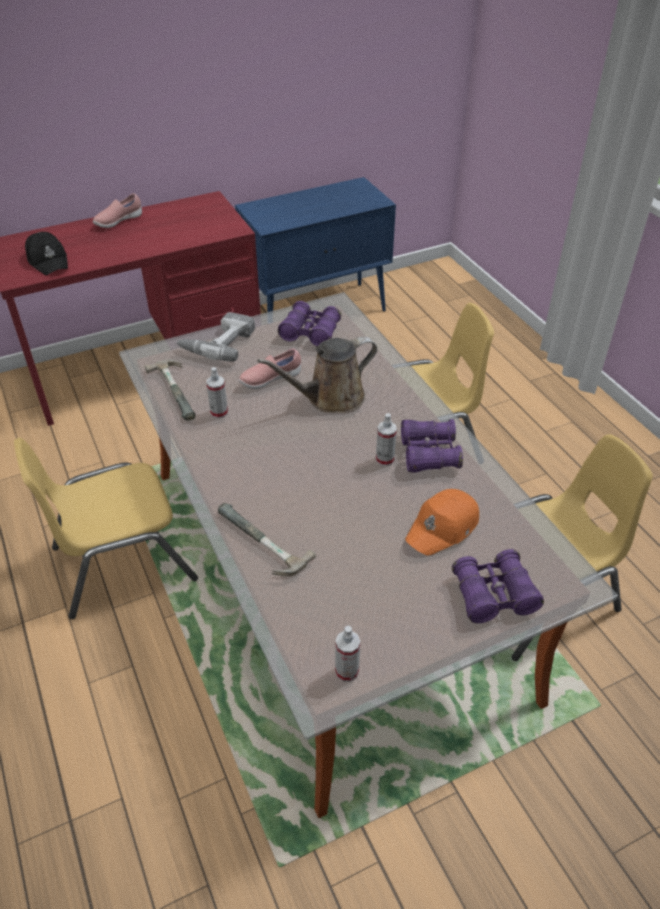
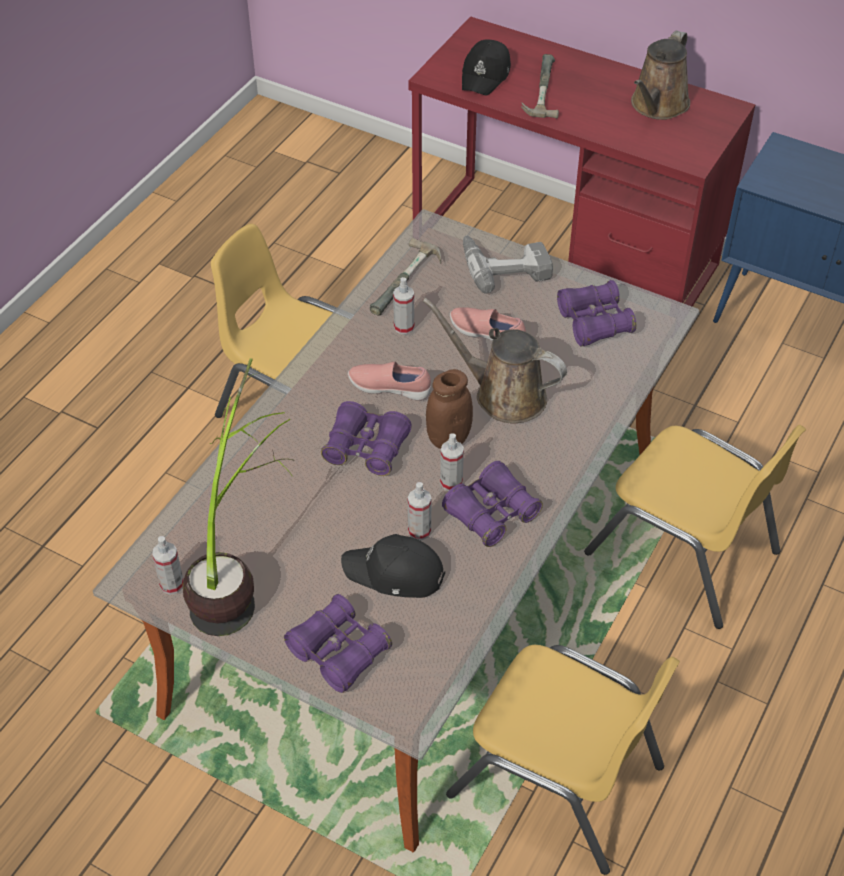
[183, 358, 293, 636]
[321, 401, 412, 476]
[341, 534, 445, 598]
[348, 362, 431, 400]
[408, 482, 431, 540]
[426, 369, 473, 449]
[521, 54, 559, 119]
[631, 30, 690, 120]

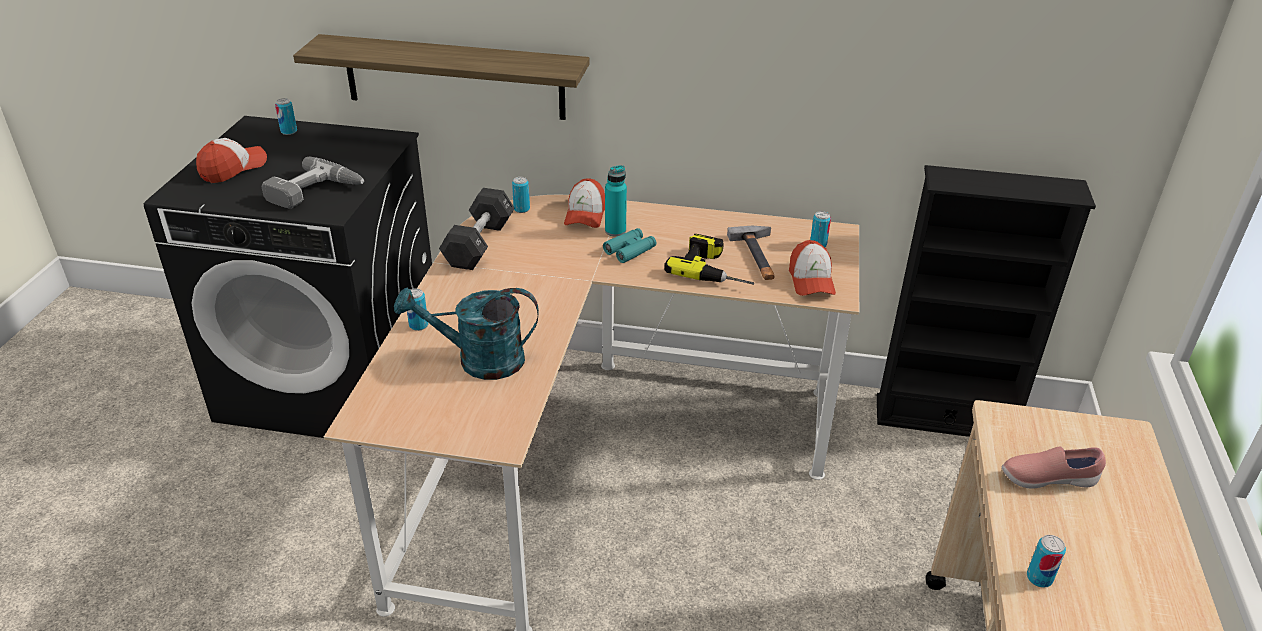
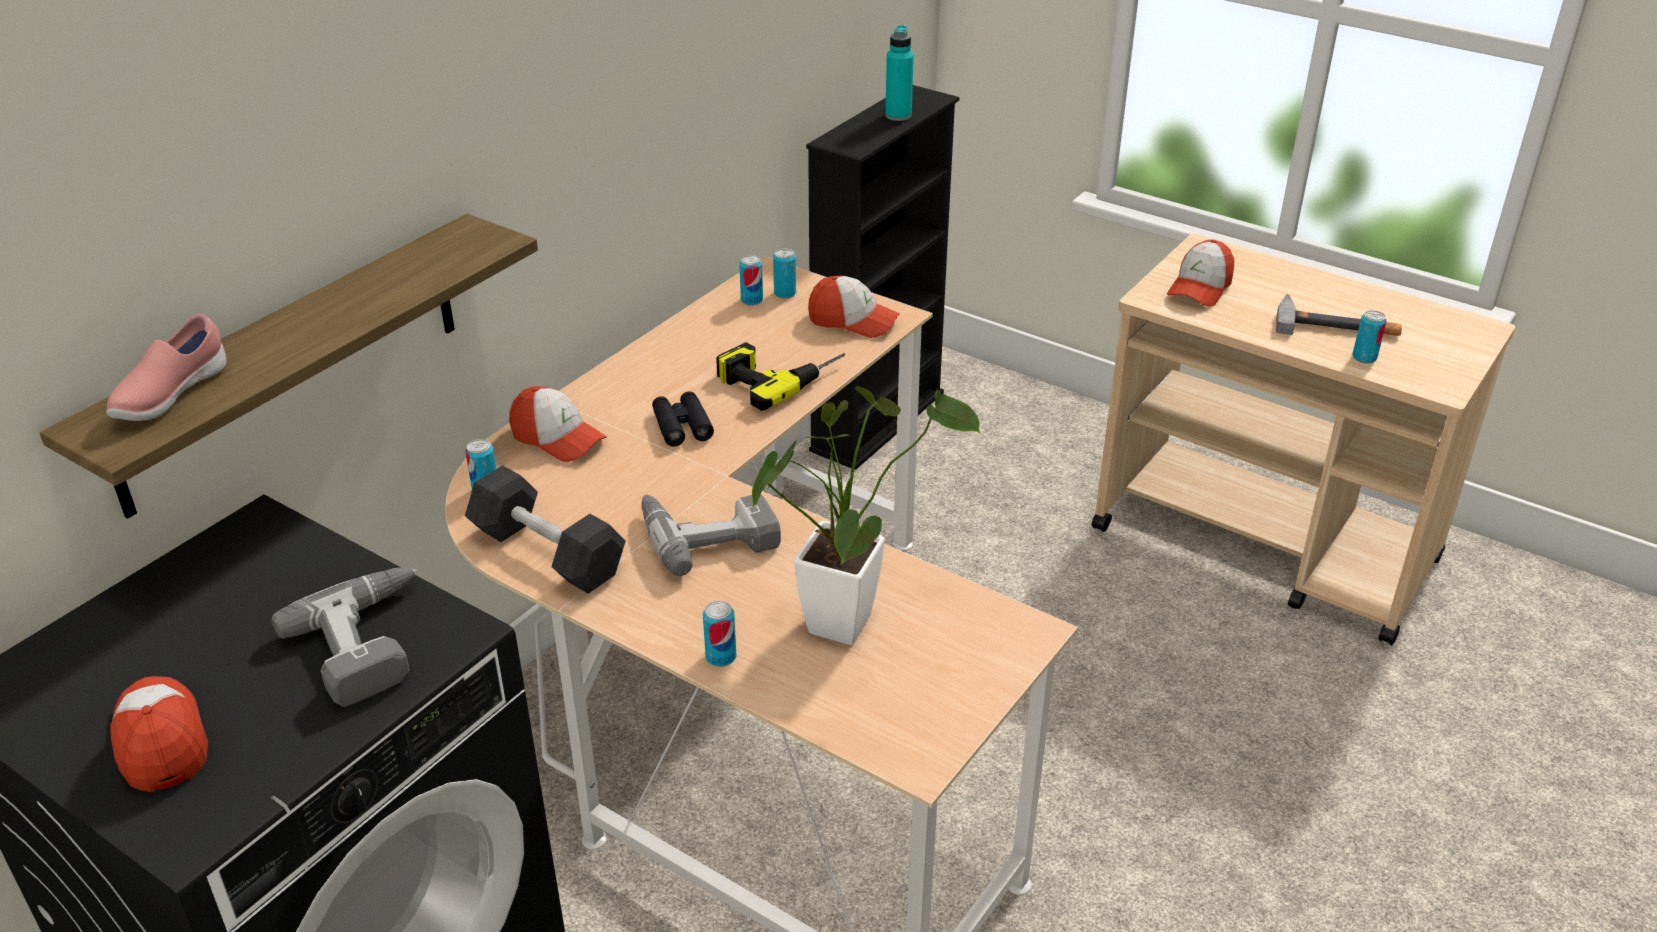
[106, 314, 227, 421]
[641, 495, 781, 576]
[652, 392, 714, 447]
[739, 255, 763, 306]
[751, 386, 981, 645]
[885, 25, 914, 121]
[1167, 240, 1234, 307]
[1276, 294, 1402, 336]

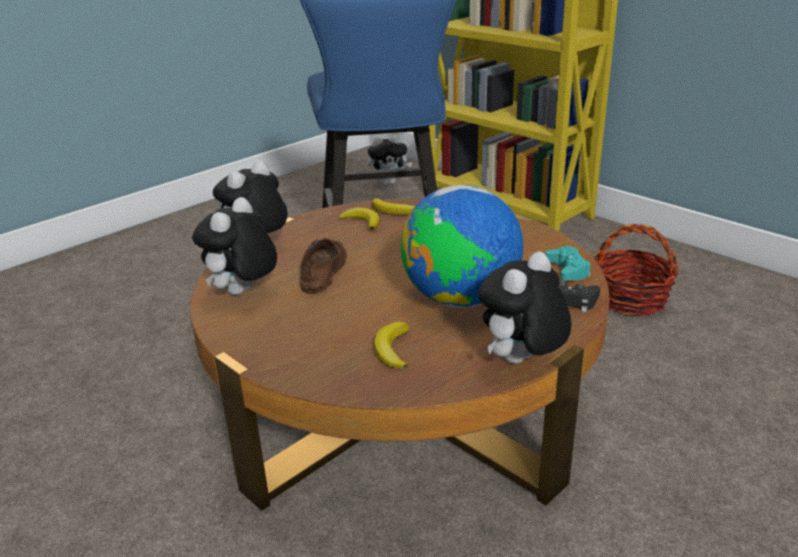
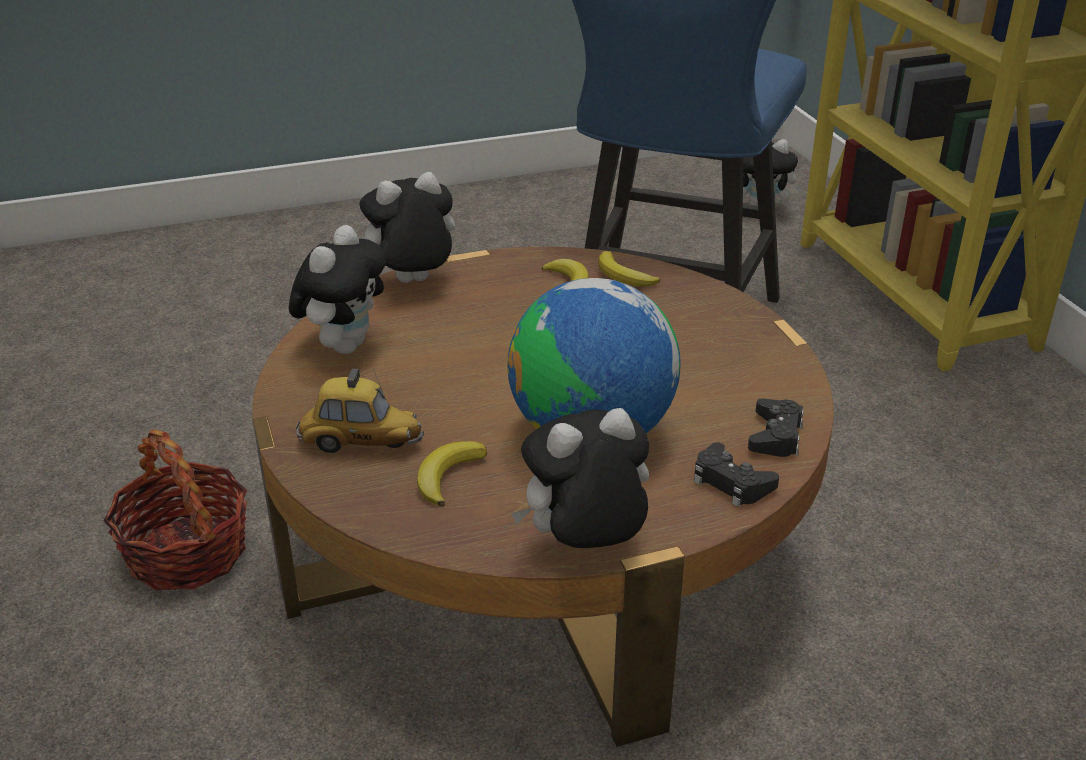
[104, 430, 248, 591]
[288, 225, 387, 354]
[296, 368, 424, 453]
[748, 398, 804, 457]
[300, 238, 347, 294] (first image)

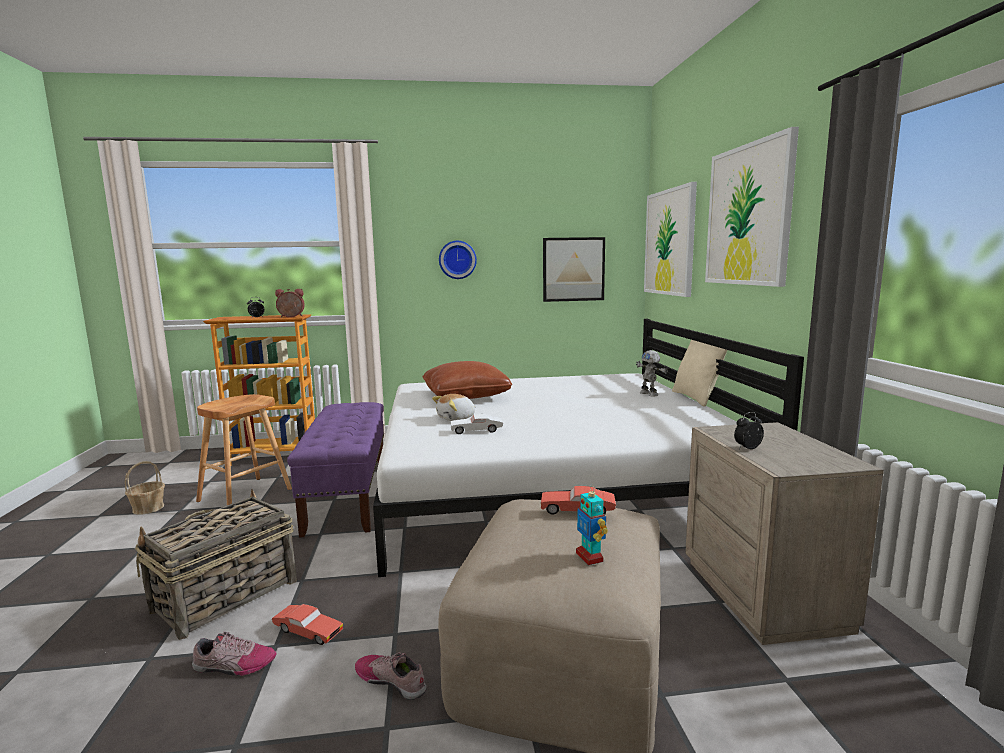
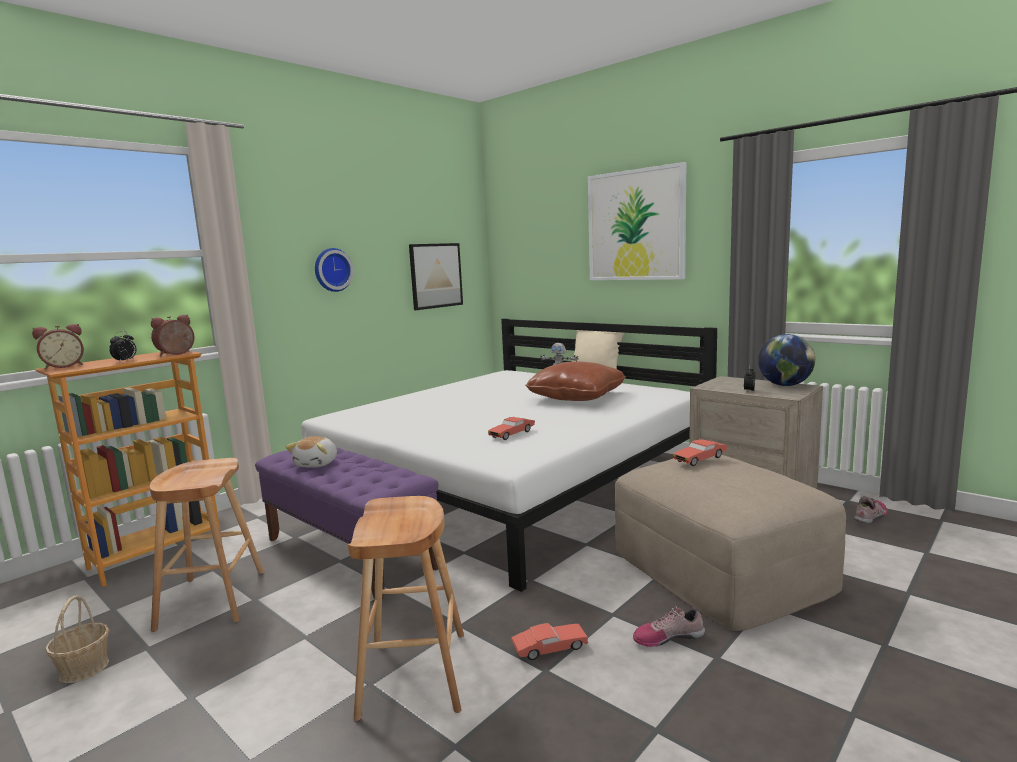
[32, 324, 84, 369]
[286, 436, 337, 468]
[348, 496, 464, 721]
[488, 417, 535, 440]
[525, 361, 626, 401]
[758, 334, 815, 386]
[854, 496, 888, 524]
[576, 484, 608, 565] (first image)
[644, 182, 697, 297] (first image)

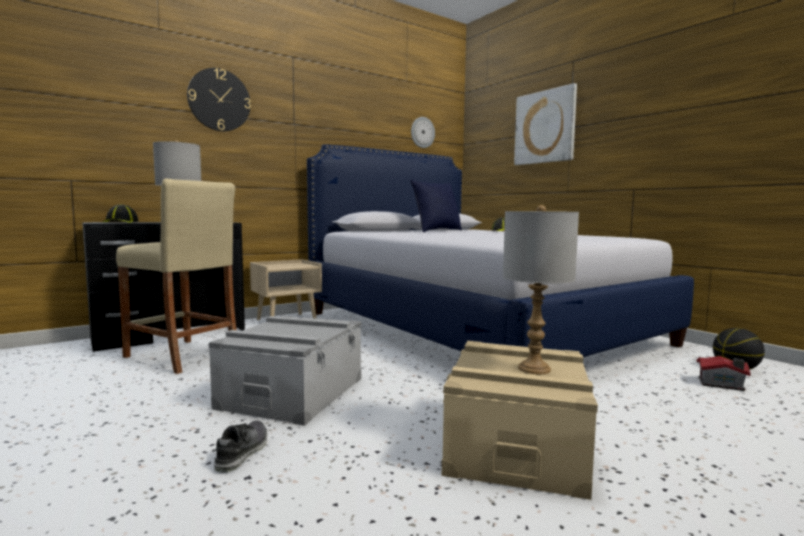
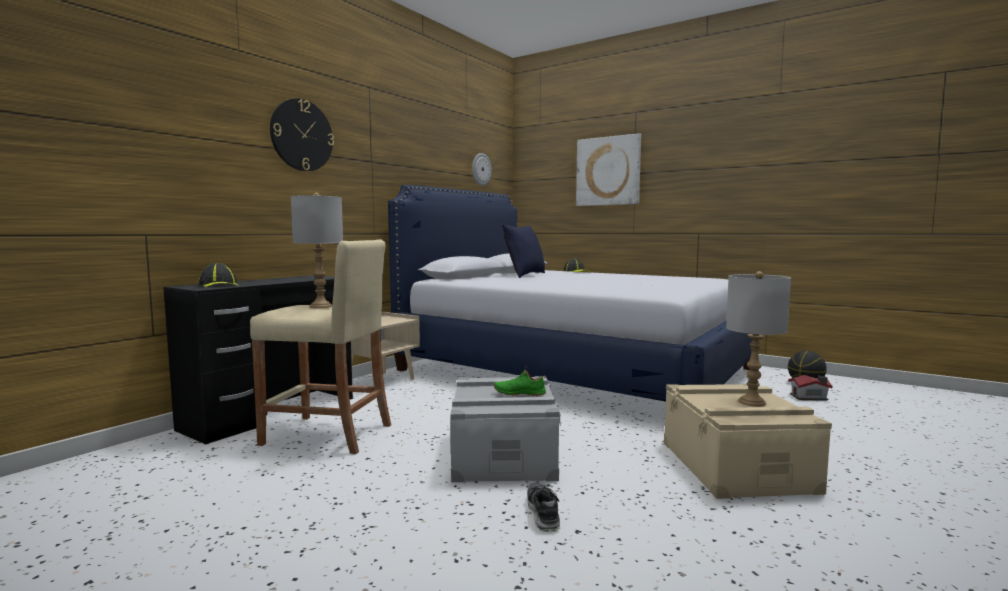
[494, 366, 546, 396]

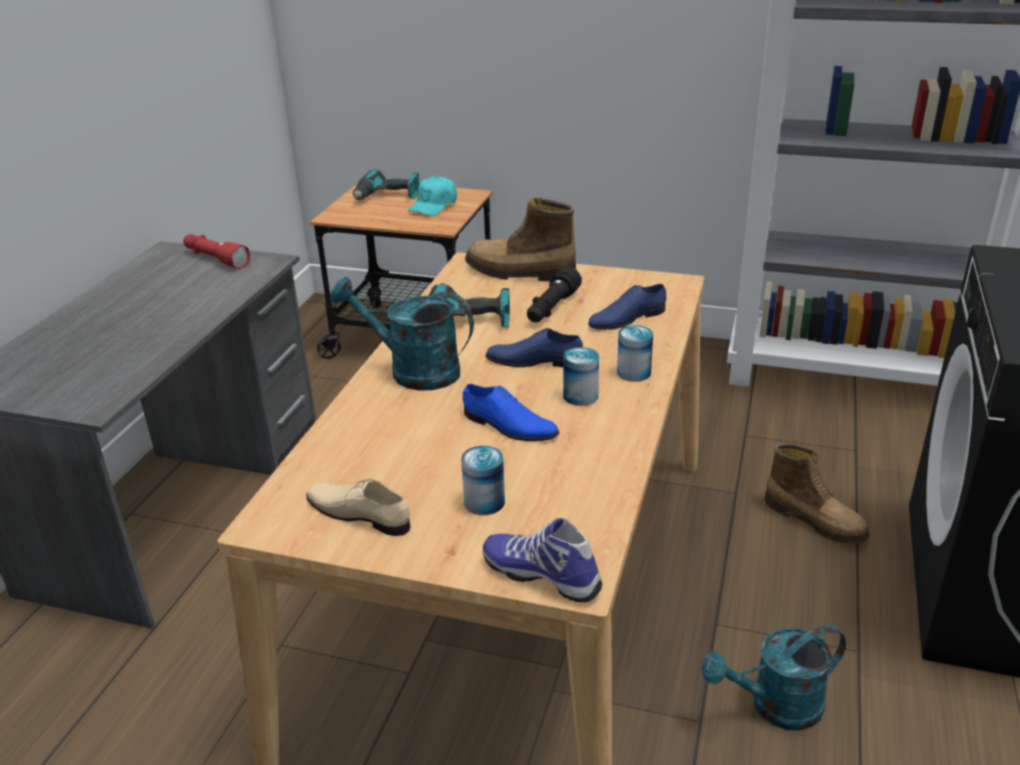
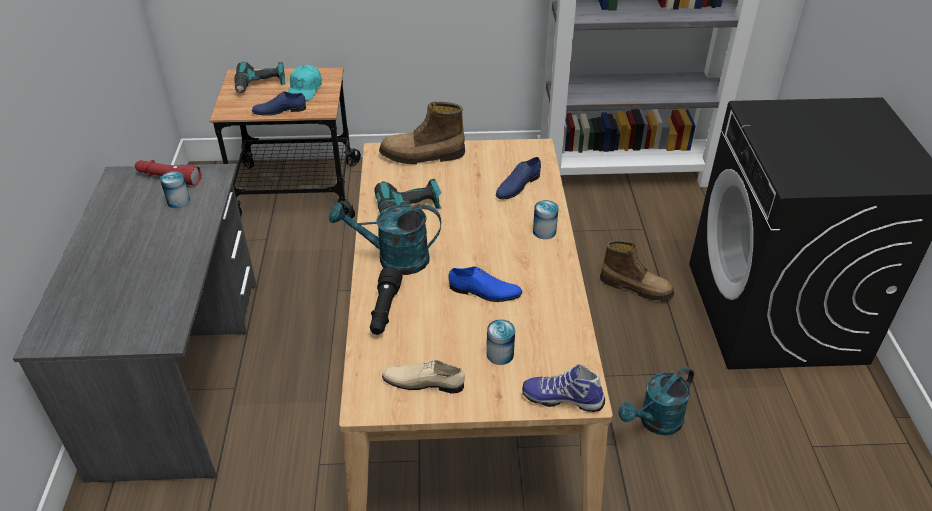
[160, 171, 190, 208]
[252, 91, 306, 116]
[370, 267, 402, 335]

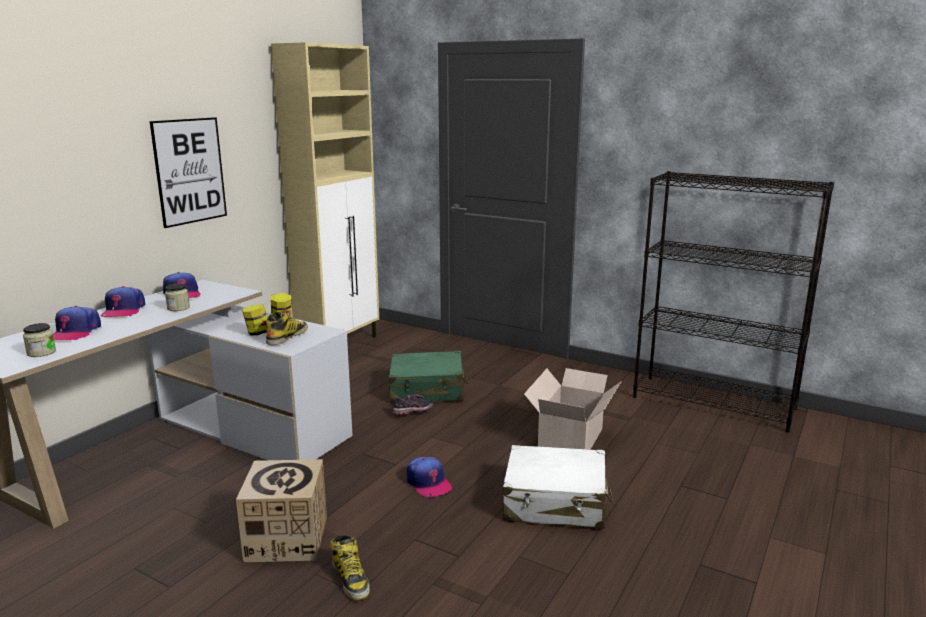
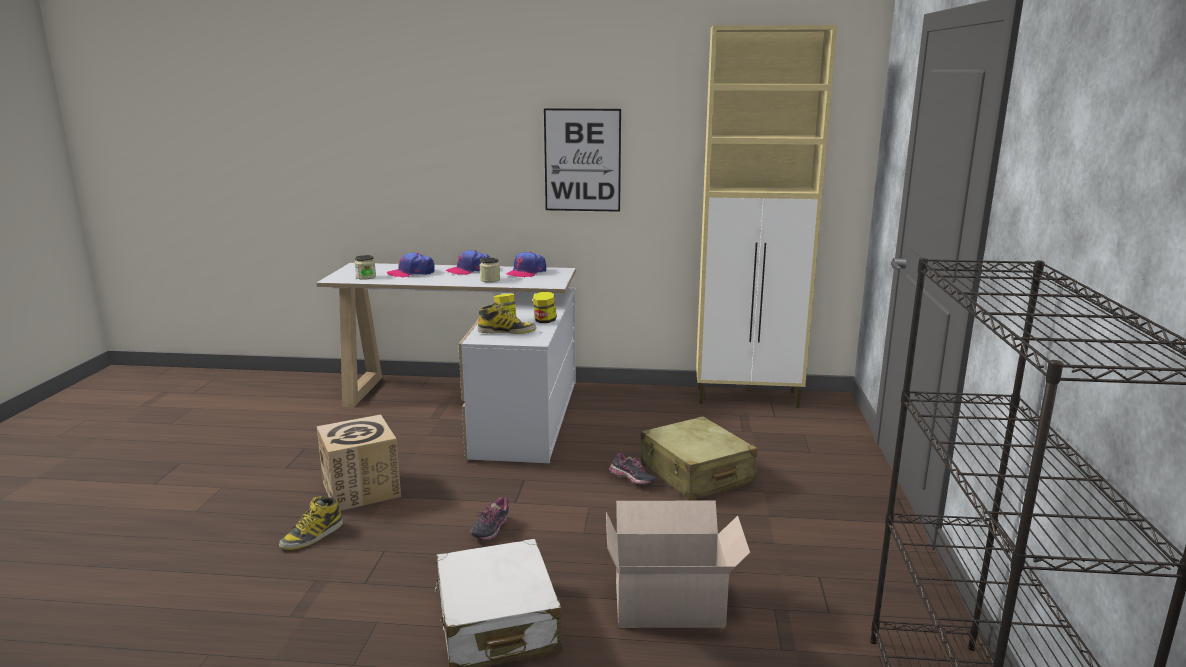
[470, 497, 509, 541]
[641, 416, 758, 501]

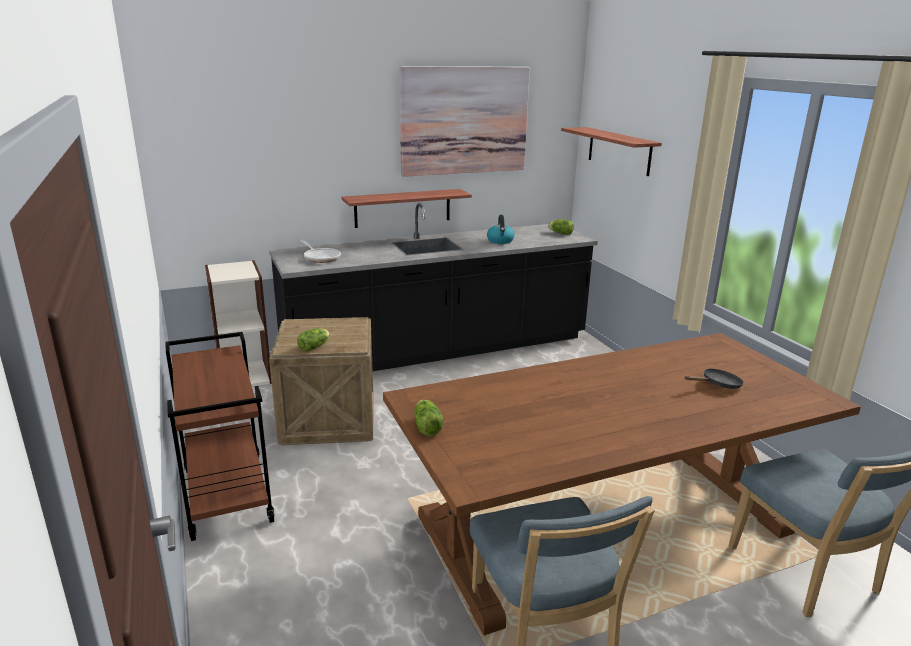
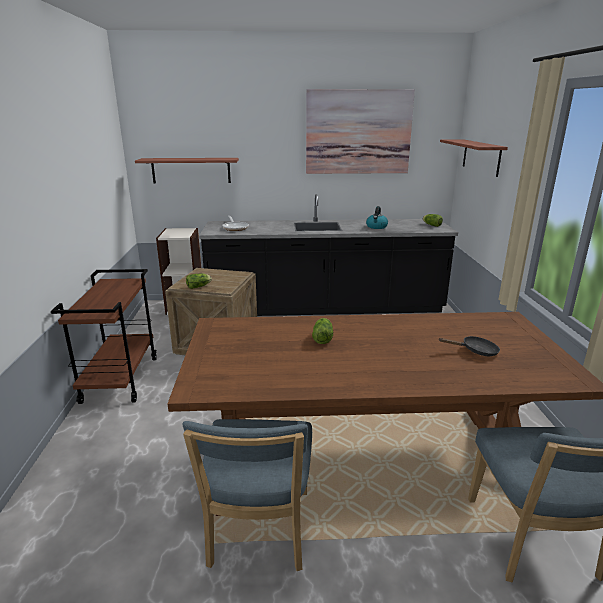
[135, 158, 239, 184]
[312, 318, 333, 344]

